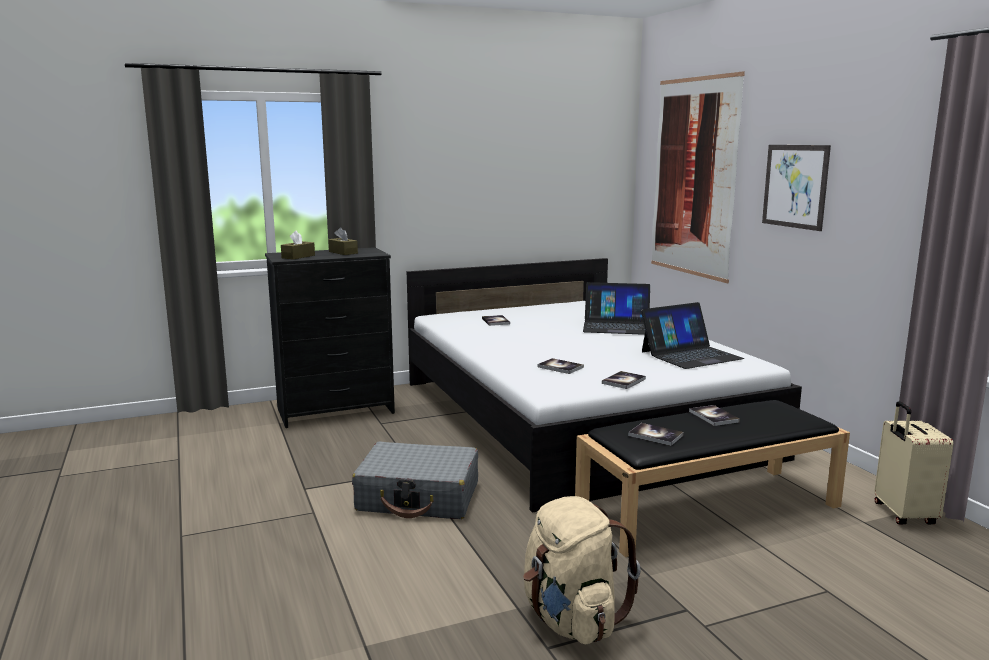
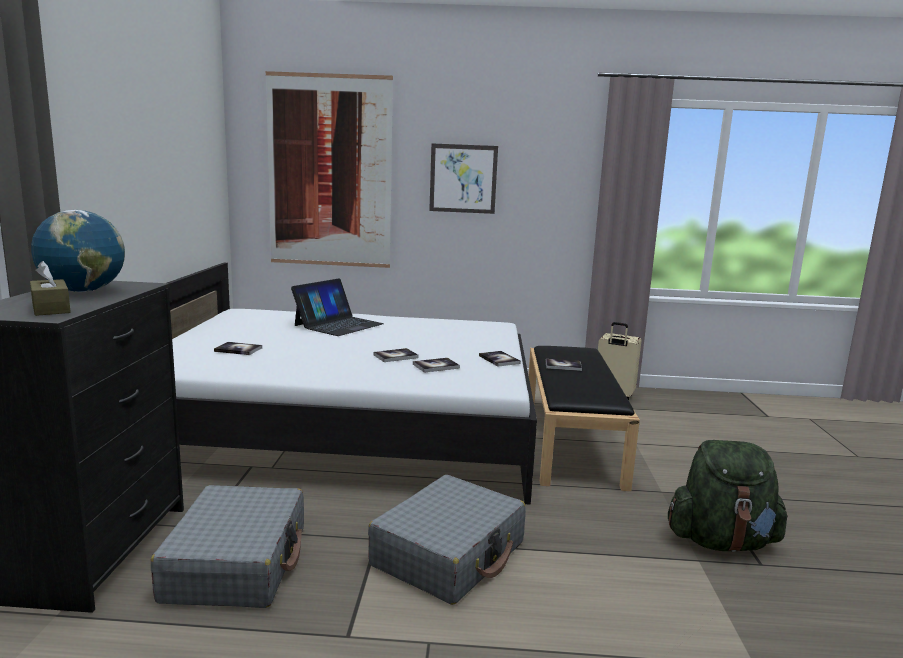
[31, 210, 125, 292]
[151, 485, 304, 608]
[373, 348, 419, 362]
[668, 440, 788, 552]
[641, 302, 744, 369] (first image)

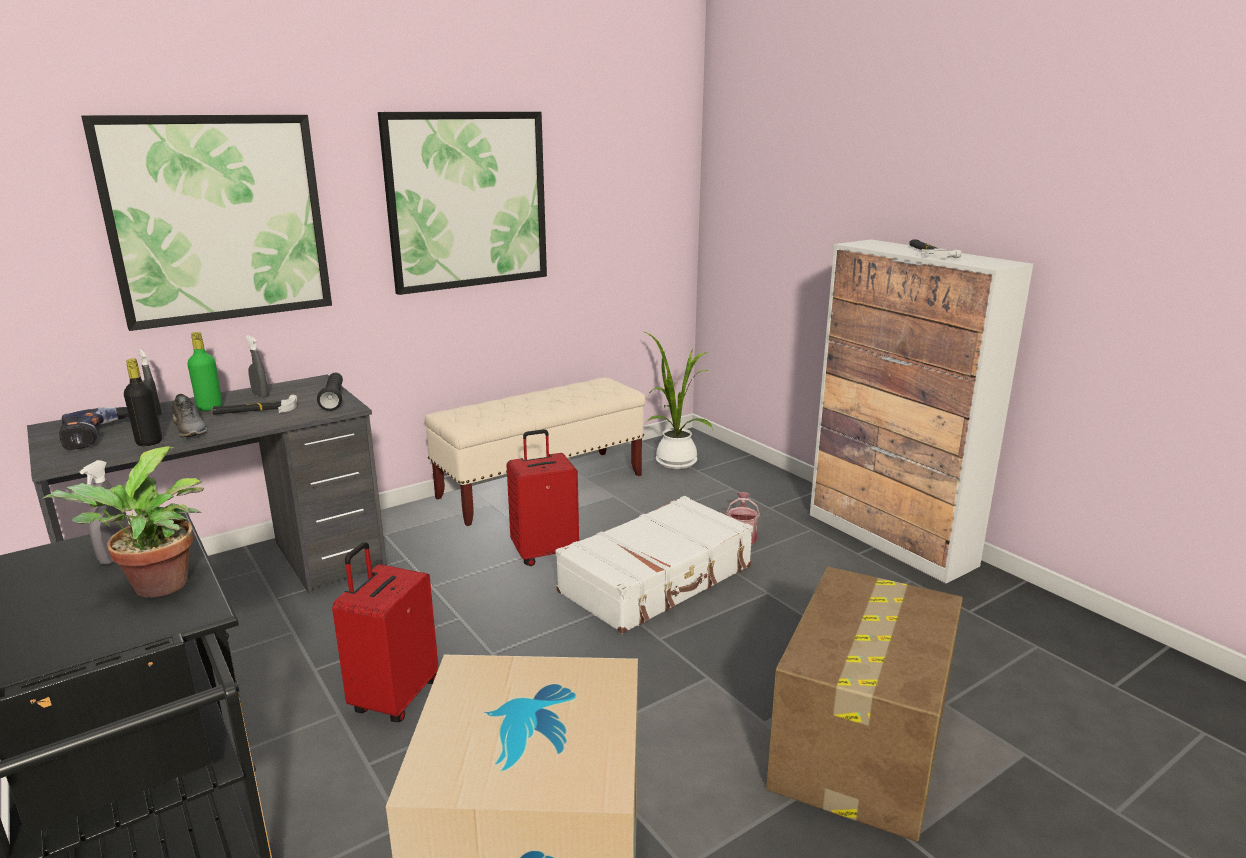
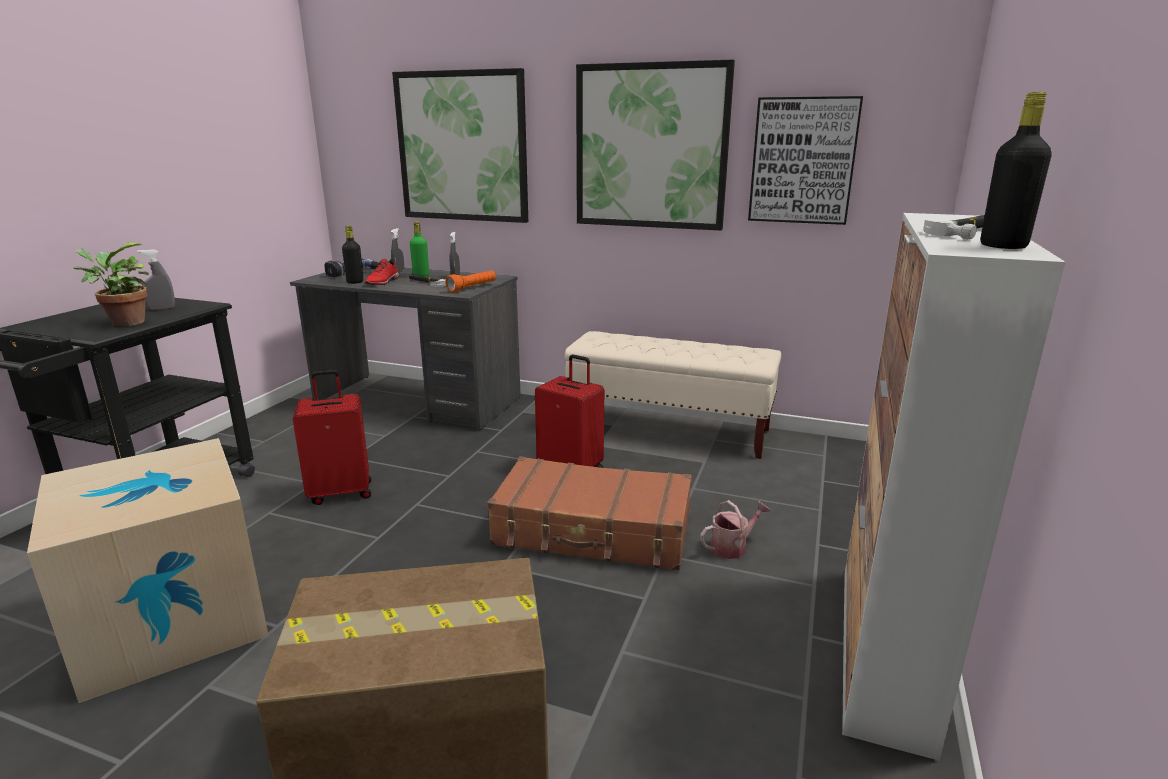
[365, 259, 399, 285]
[445, 271, 496, 293]
[487, 456, 692, 571]
[748, 96, 863, 225]
[981, 92, 1052, 249]
[642, 331, 713, 469] (first image)

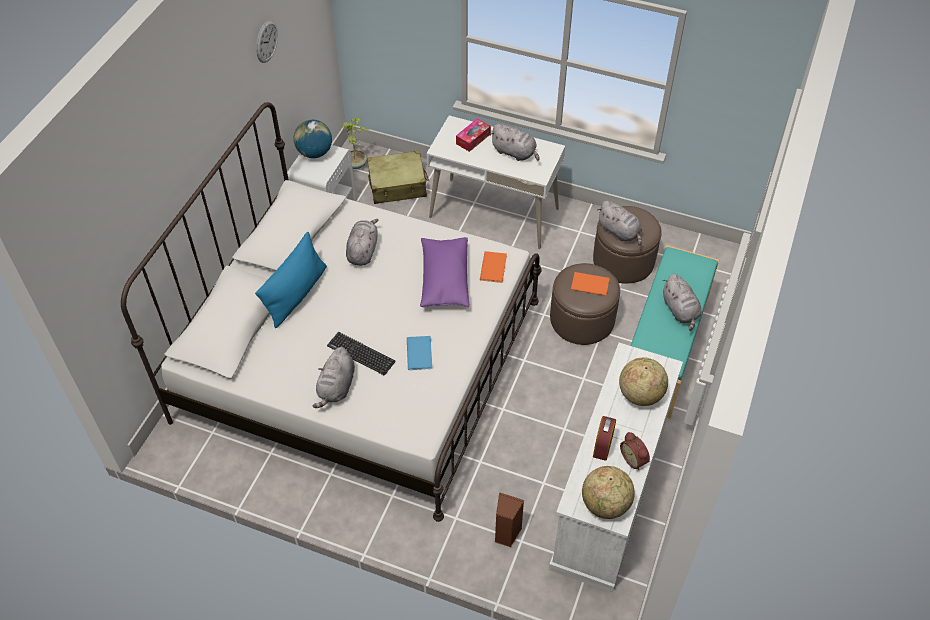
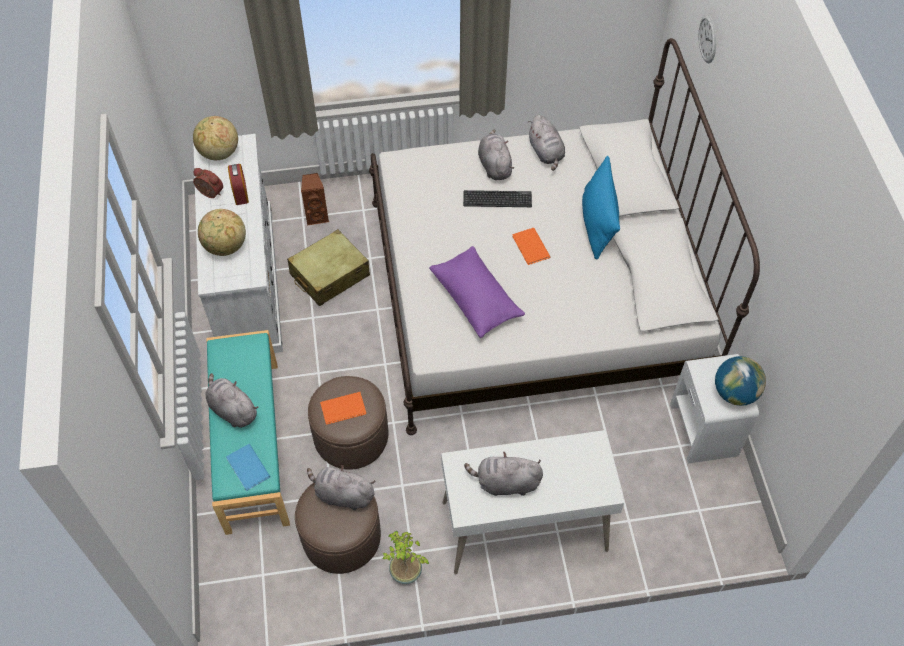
[226, 444, 270, 491]
[287, 229, 370, 306]
[382, 531, 429, 584]
[512, 228, 550, 265]
[528, 115, 565, 171]
[699, 14, 716, 63]
[456, 118, 491, 152] (first image)

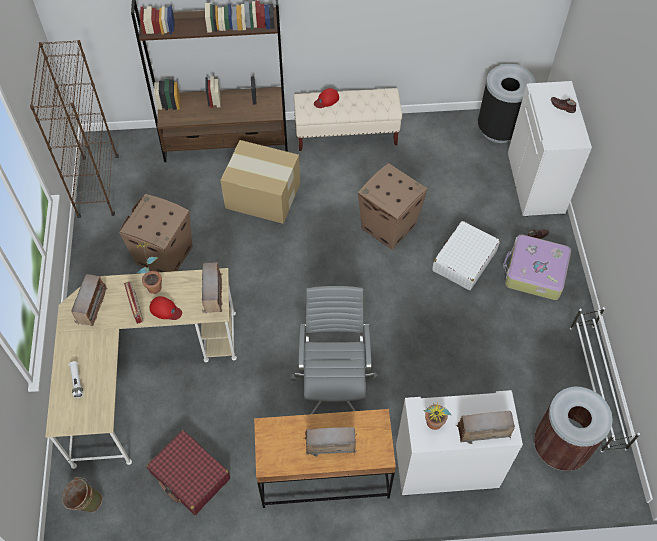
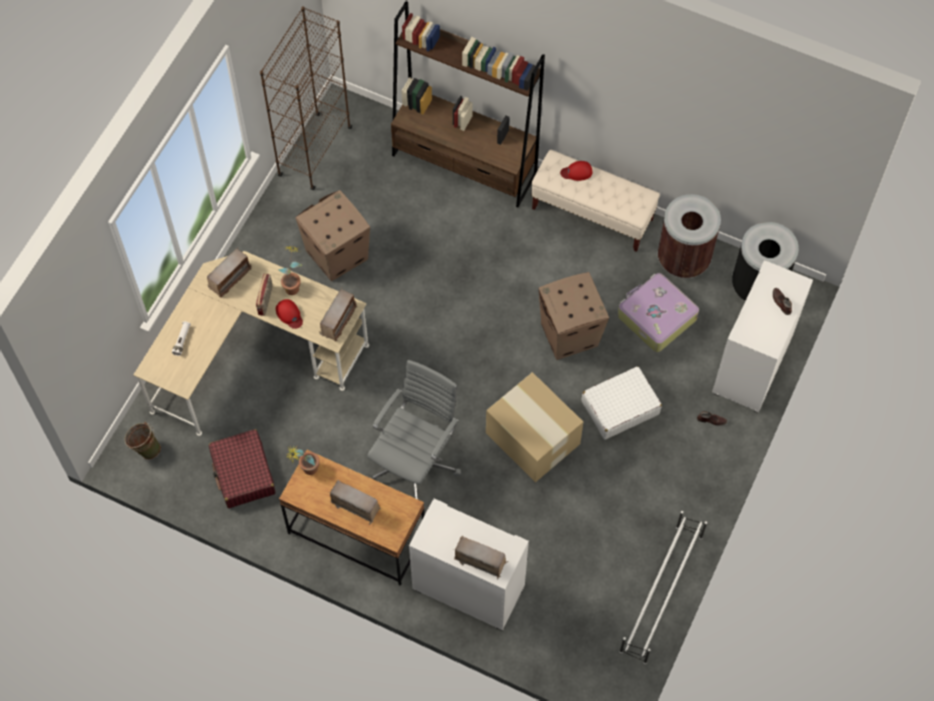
[286, 447, 319, 475]
[486, 372, 583, 483]
[618, 273, 699, 352]
[658, 194, 721, 278]

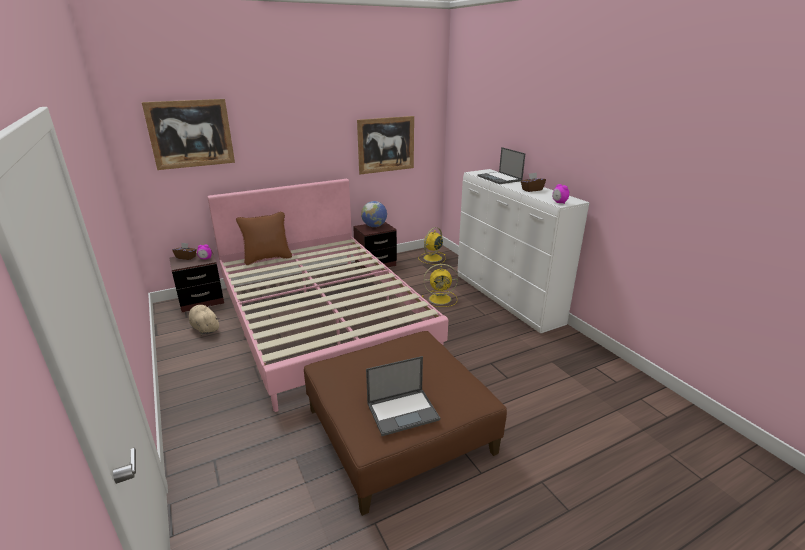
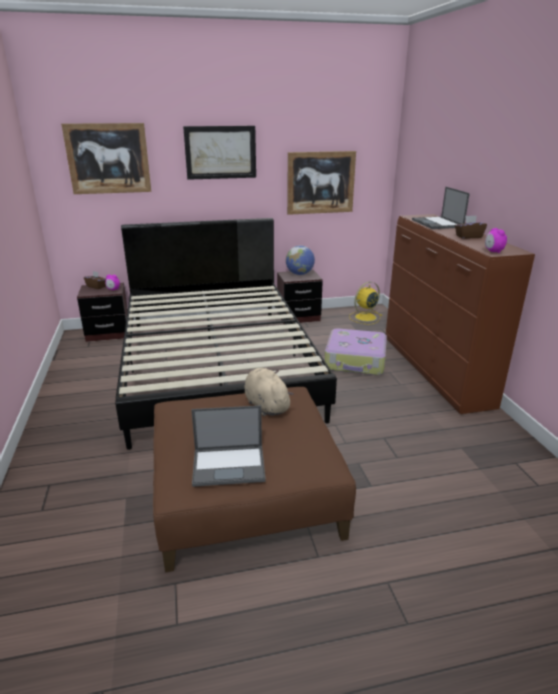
[115, 218, 337, 450]
[183, 126, 256, 180]
[244, 368, 294, 416]
[325, 328, 387, 375]
[386, 214, 535, 414]
[236, 212, 292, 265] (first image)

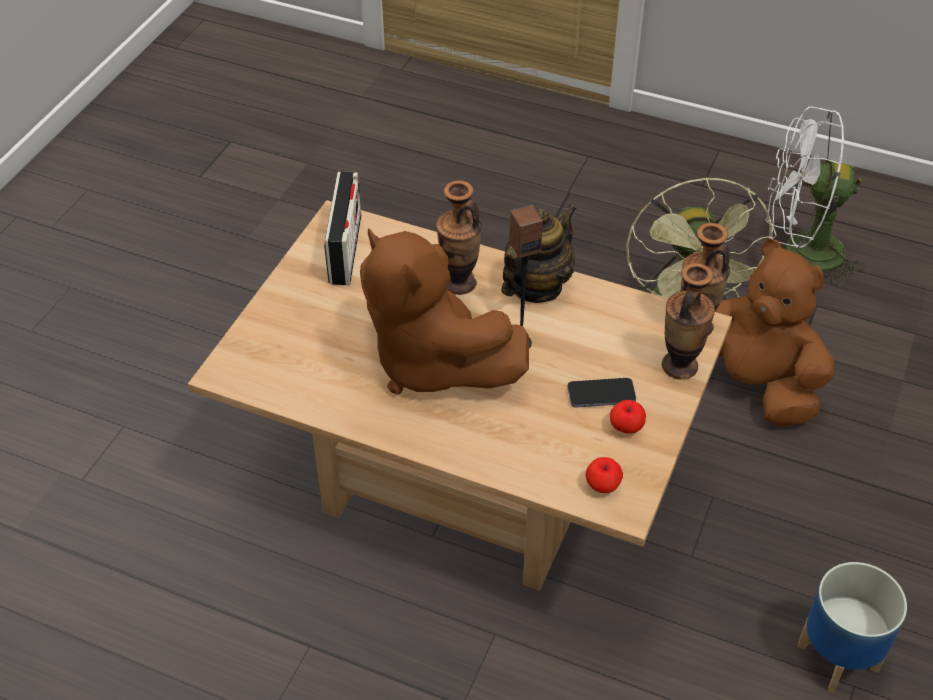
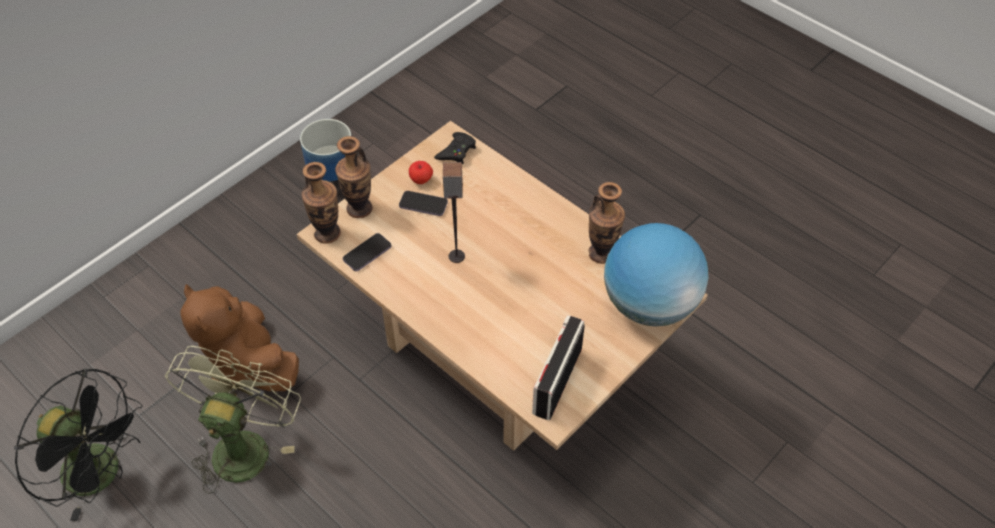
[14, 368, 143, 521]
[343, 233, 391, 271]
[434, 132, 476, 164]
[589, 182, 625, 264]
[604, 223, 709, 326]
[360, 228, 529, 394] (first image)
[501, 204, 576, 303] (first image)

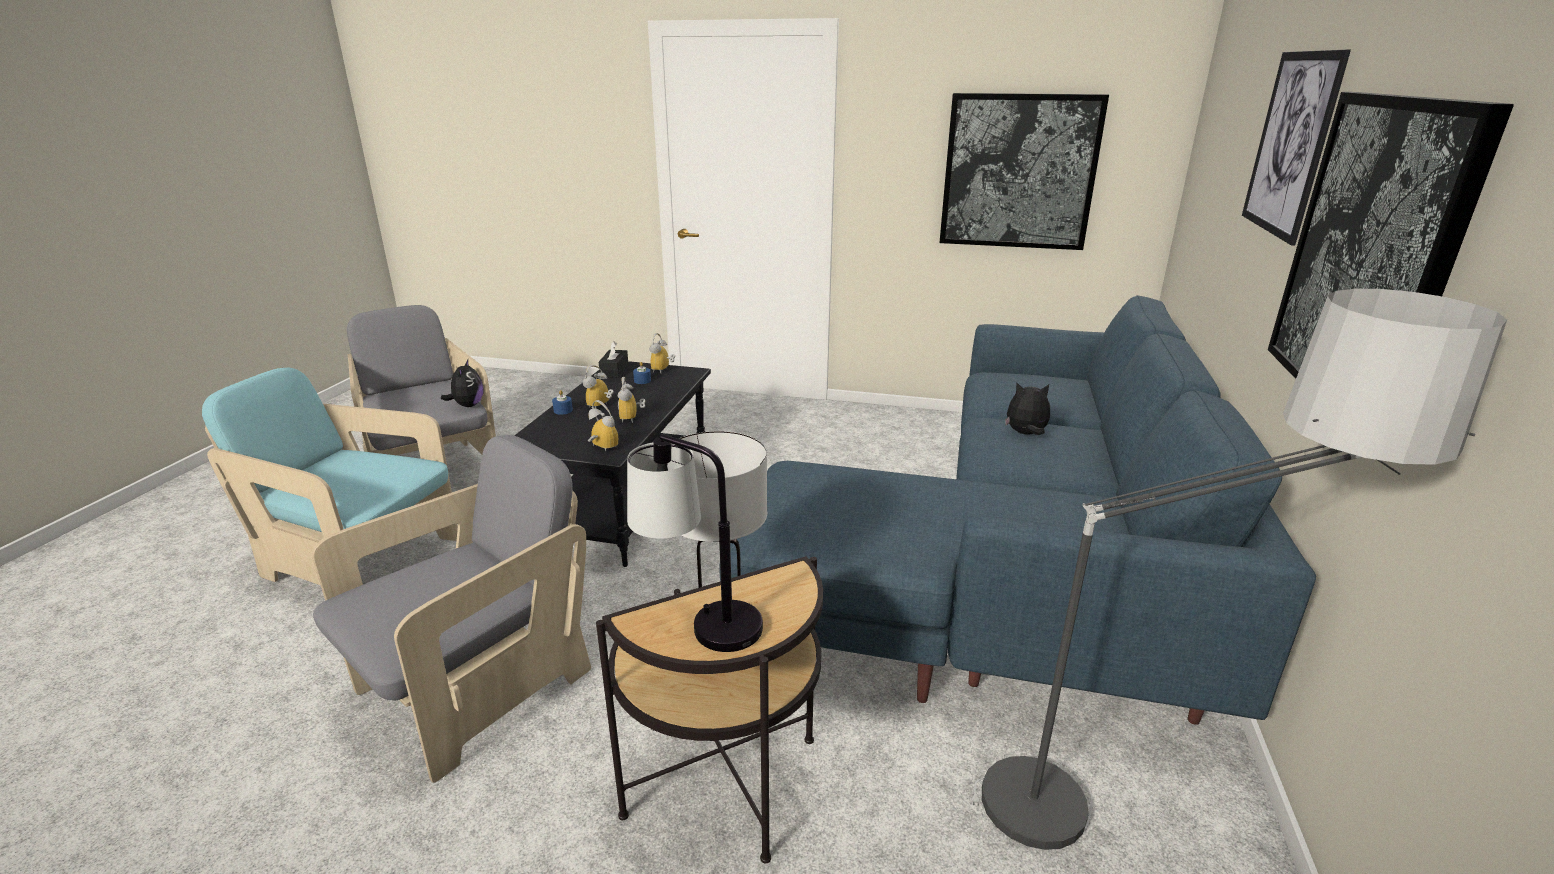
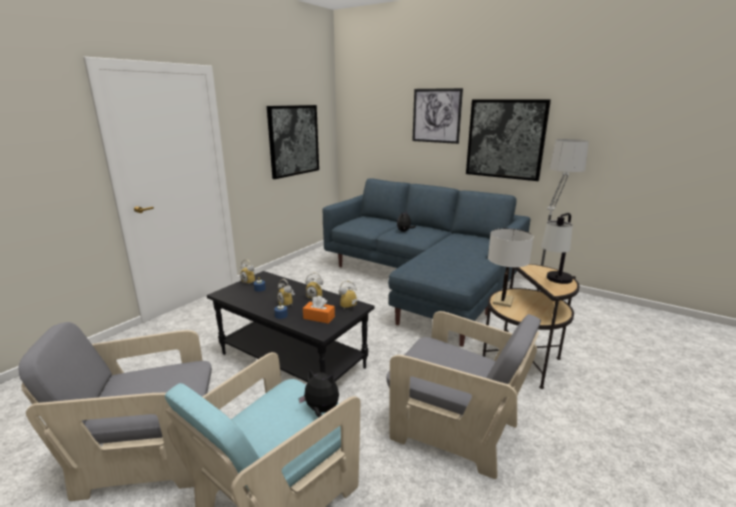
[298, 369, 339, 418]
[303, 296, 335, 324]
[387, 311, 541, 479]
[599, 341, 629, 378] (first image)

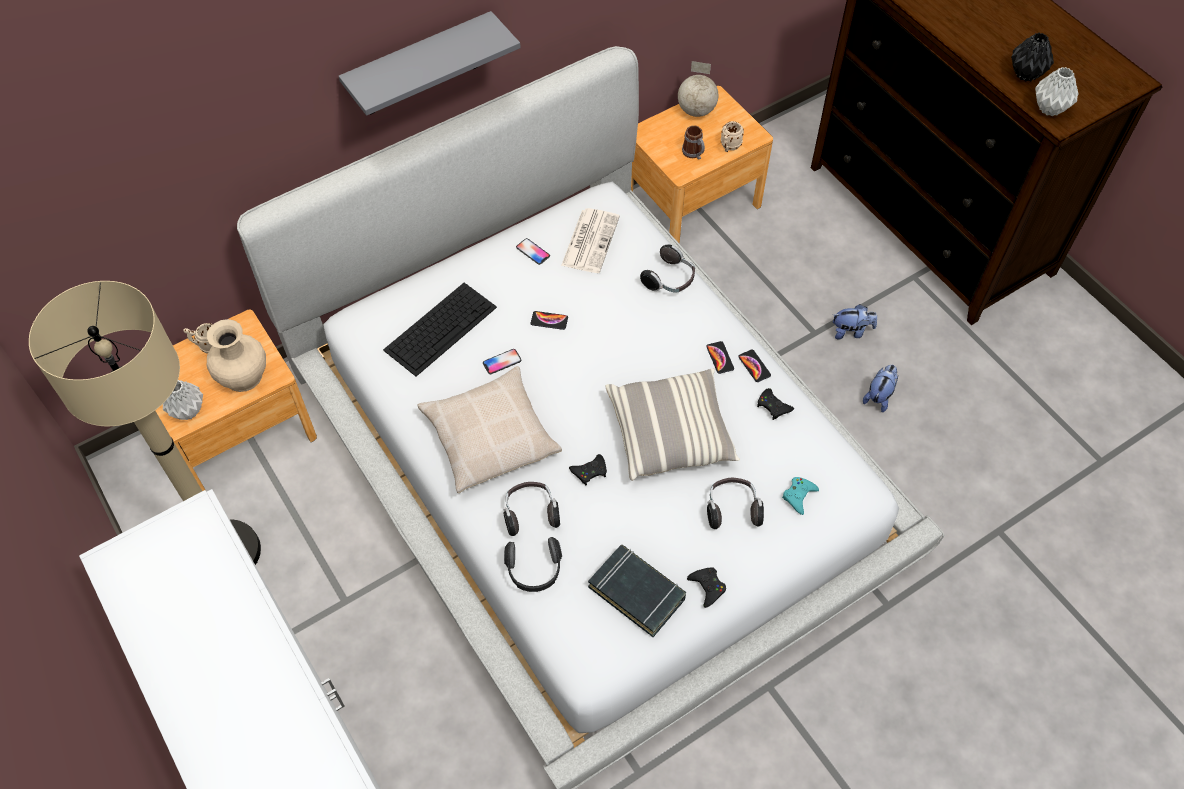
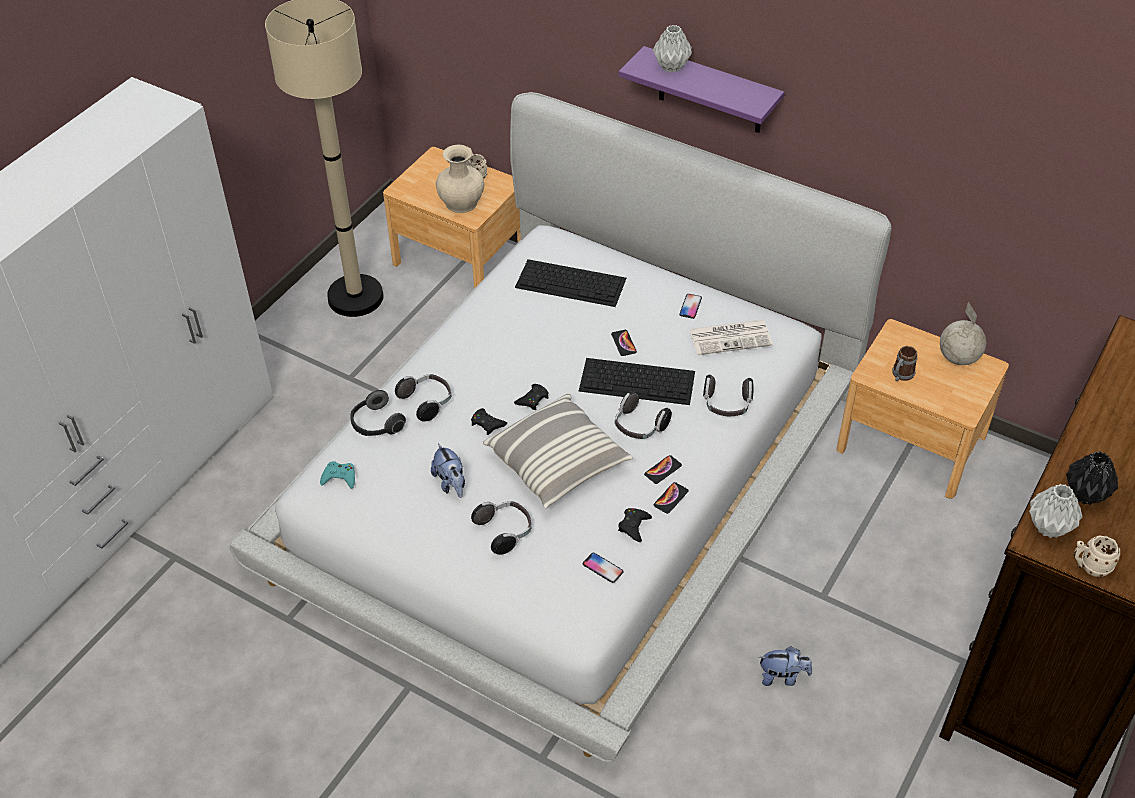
[320, 461, 355, 489]
[431, 443, 465, 498]
[514, 384, 549, 410]
[579, 358, 695, 405]
[583, 553, 624, 583]
[615, 391, 672, 439]
[618, 46, 784, 133]
[653, 25, 692, 73]
[1074, 535, 1121, 577]
[417, 366, 562, 493] (first image)
[588, 545, 686, 637] (first image)

